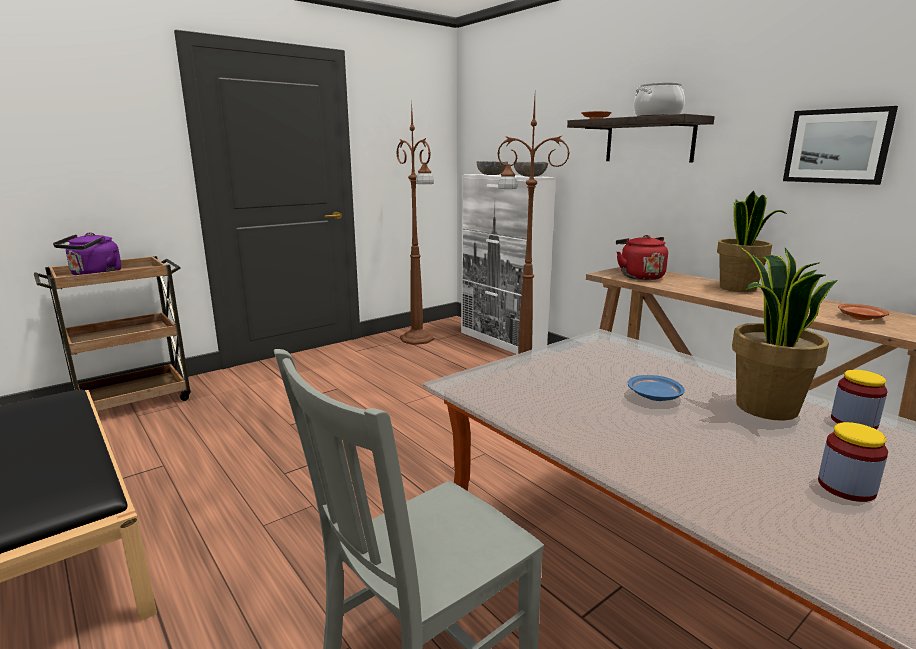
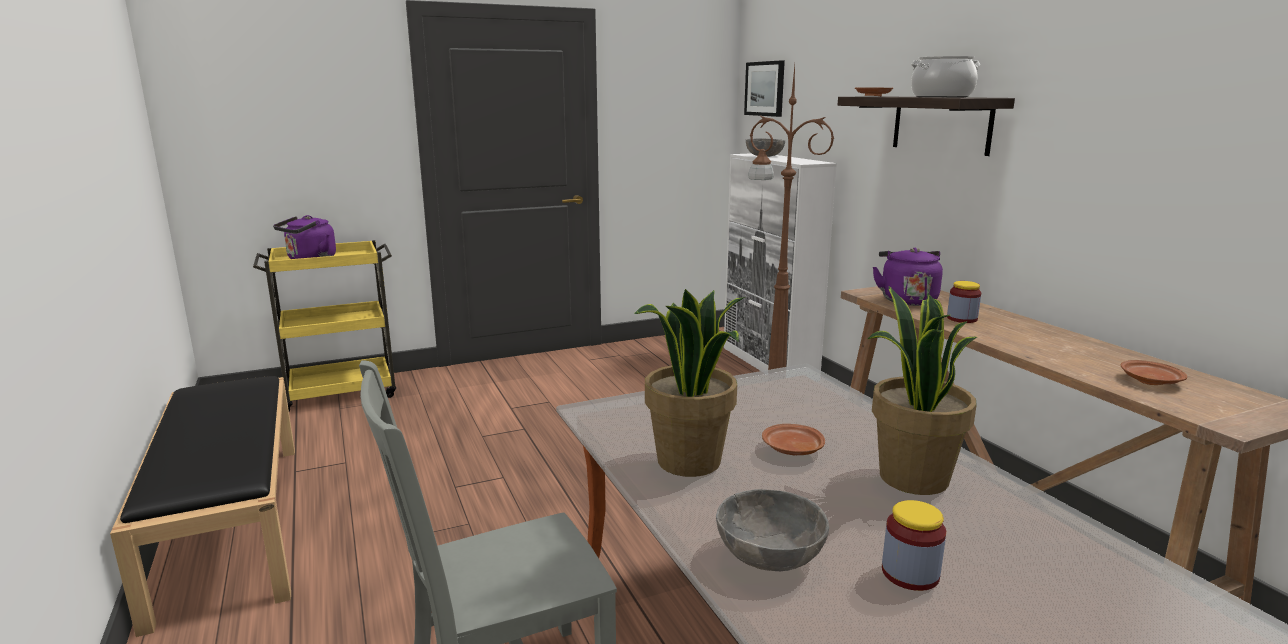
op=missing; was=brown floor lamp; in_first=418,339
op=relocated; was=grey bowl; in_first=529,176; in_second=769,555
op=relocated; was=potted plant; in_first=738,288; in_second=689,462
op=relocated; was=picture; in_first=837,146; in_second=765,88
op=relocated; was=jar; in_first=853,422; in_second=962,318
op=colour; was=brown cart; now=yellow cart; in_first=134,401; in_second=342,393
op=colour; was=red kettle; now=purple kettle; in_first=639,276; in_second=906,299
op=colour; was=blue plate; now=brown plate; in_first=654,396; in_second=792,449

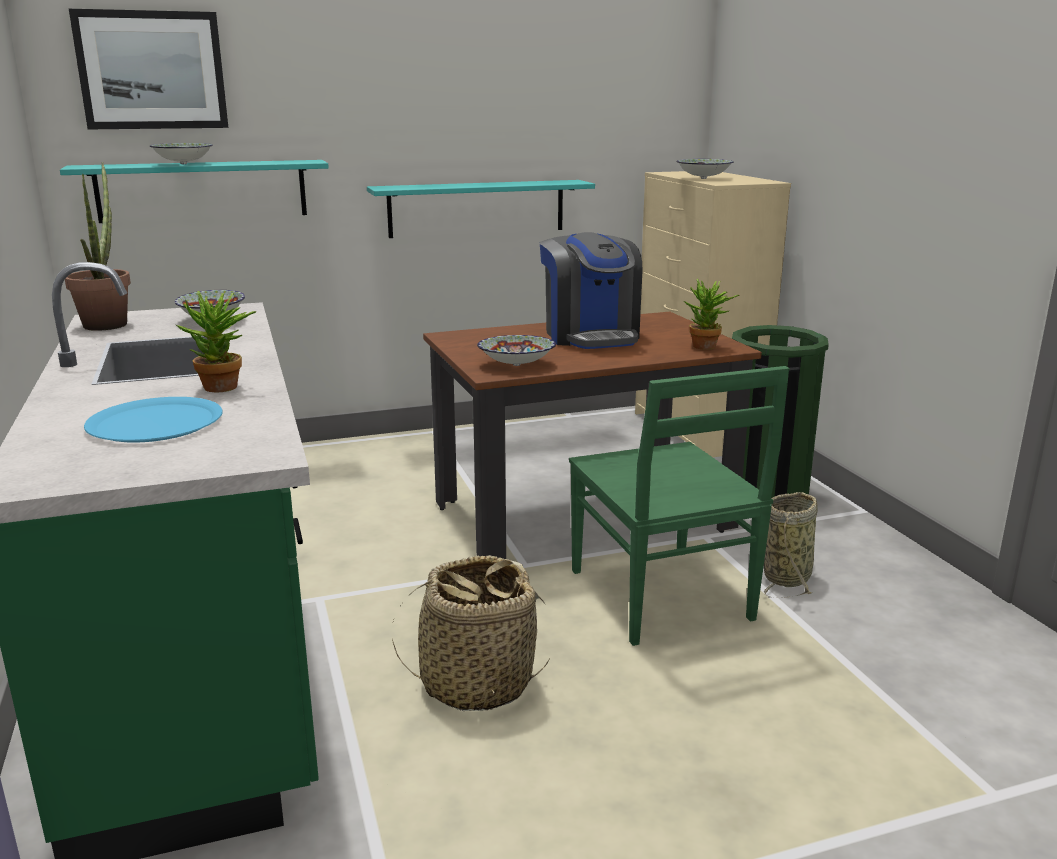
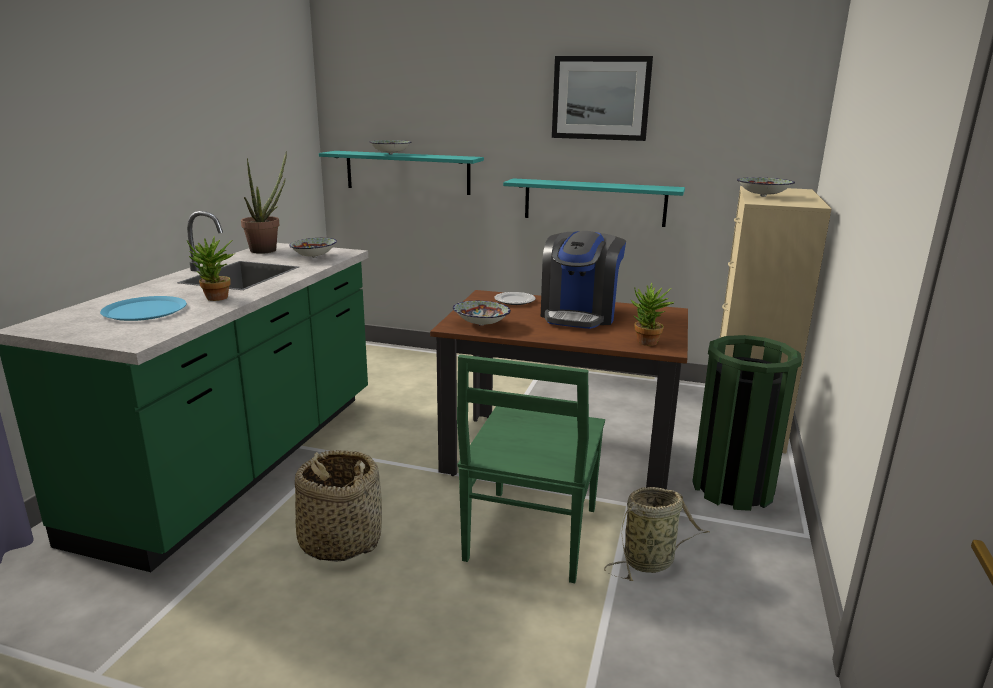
op=appeared; now=plate; in_second=514,300
op=relocated; was=picture; in_first=152,70; in_second=600,98

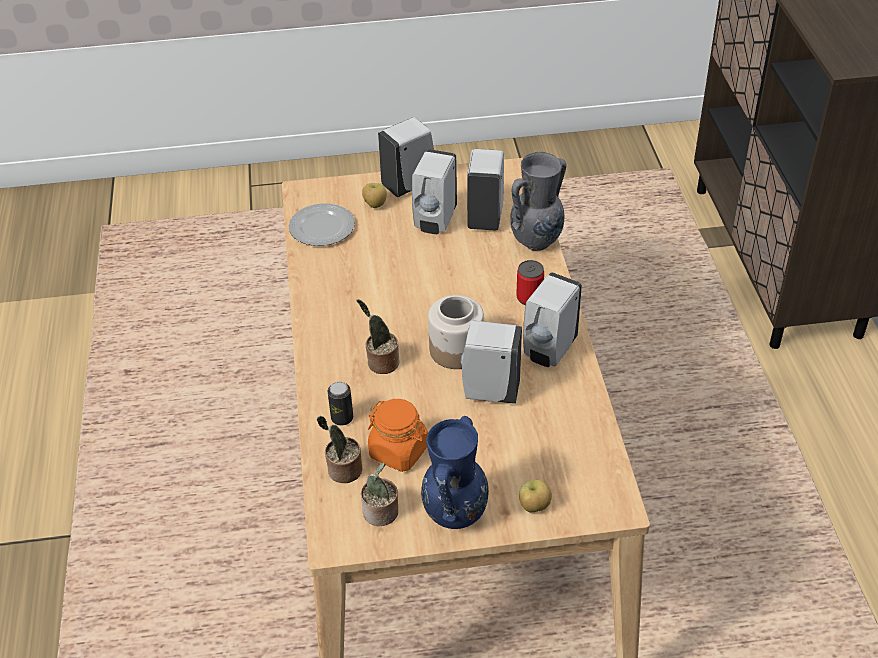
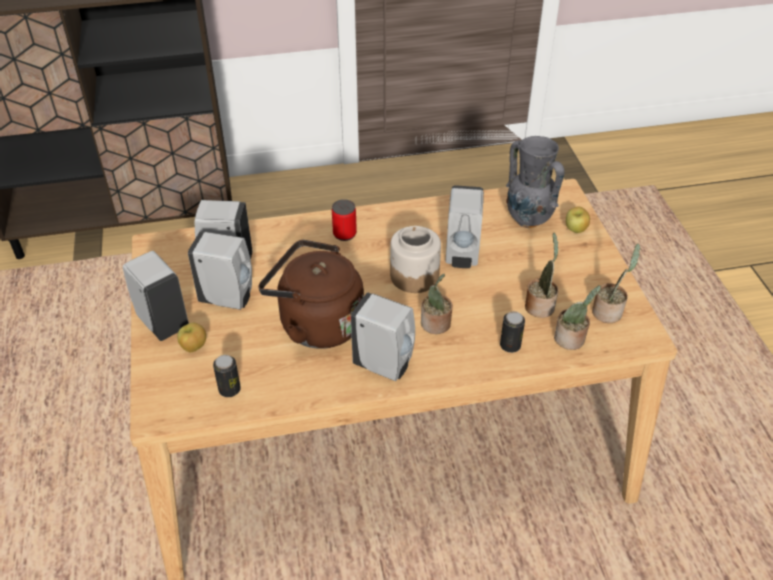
op=missing; was=blue vase; in_first=454,516
op=appeared; now=brown kettle; in_second=316,324
op=relocated; was=grey vase; in_first=537,242; in_second=528,219
op=relocated; was=white soap dispenser; in_first=549,351; in_second=385,365
op=exchanged; was=plate; now=can; in_first=322,228; in_second=229,389
op=exchanged; was=orange jar; now=potted plant; in_first=399,451; in_second=540,305

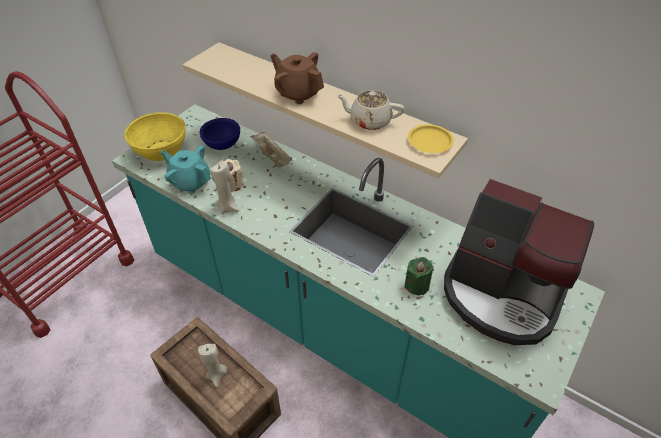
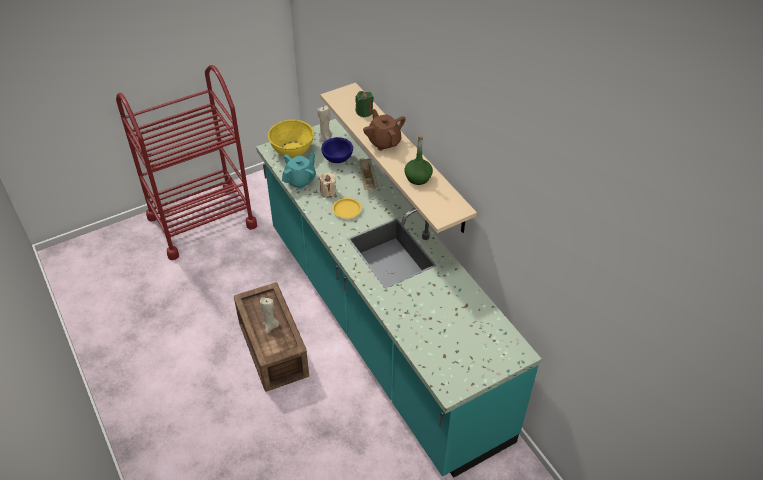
op=missing; was=coffee machine; in_first=502,294
op=relocated; was=beige candle; in_first=228,207; in_second=325,138
op=relocated; was=green candle; in_first=417,285; in_second=364,112
op=relocated; was=yellow plate; in_first=430,142; in_second=346,210
op=exchanged; was=beige teapot; now=green bottle; in_first=369,121; in_second=418,178
op=spun; was=turquoise teapot; in_first=190,182; in_second=300,180; clockwise=75

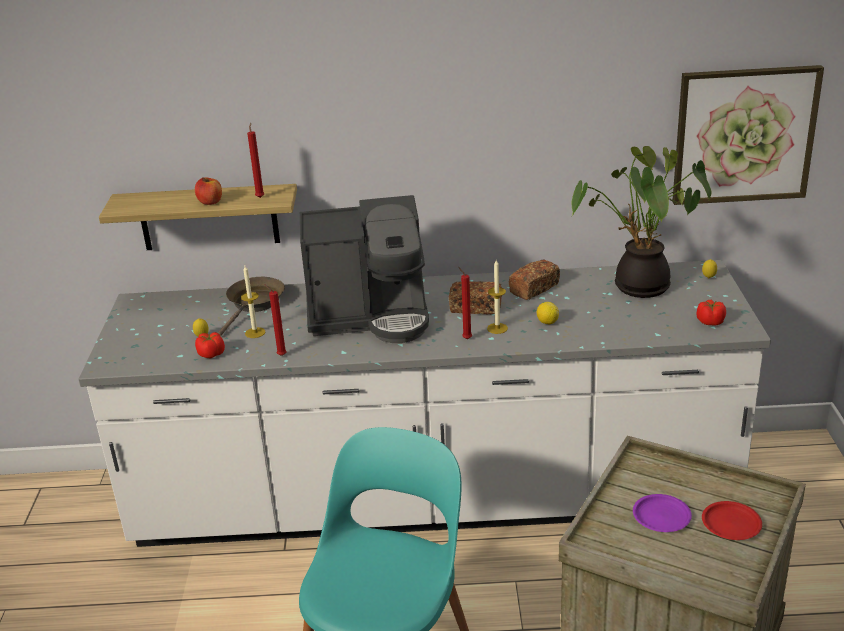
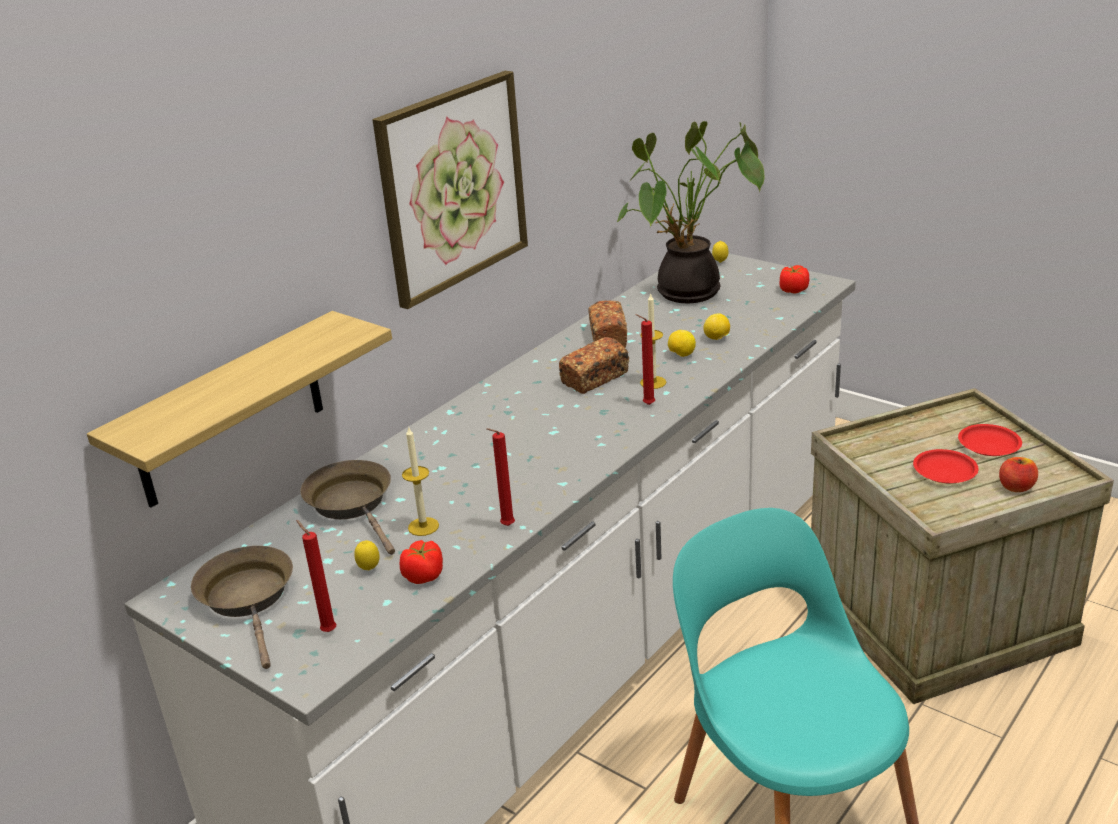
op=missing; was=coffee machine; in_first=371,316
op=appeared; now=brown frying pan; in_second=249,598
op=appeared; now=lemon; in_second=717,339
op=relocated; was=apple; in_first=210,202; in_second=1016,487
op=relocated; was=red candle; in_first=260,197; in_second=327,630
op=relocated; was=picture; in_first=744,135; in_second=452,187
op=colour; was=purple plate; now=red plate; in_first=661,517; in_second=944,471

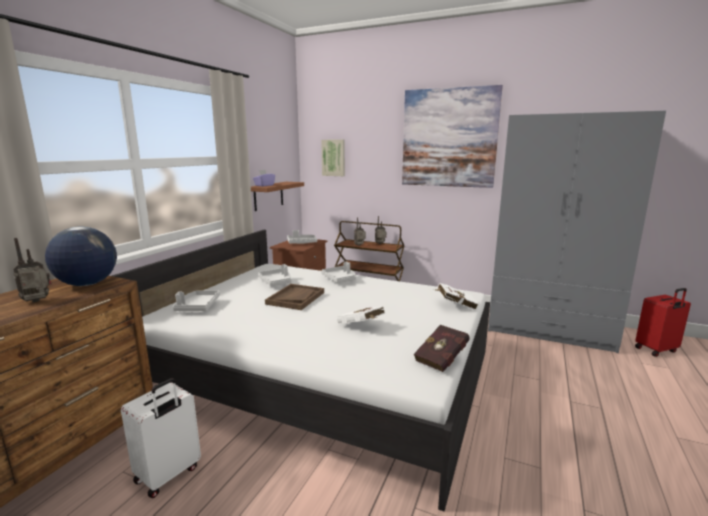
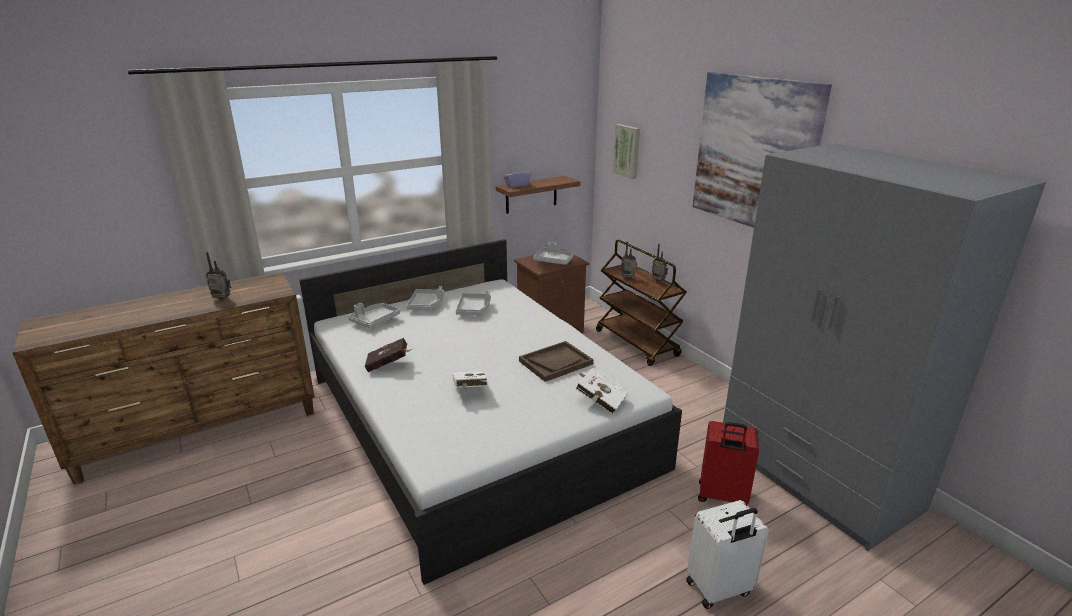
op=missing; was=globe; in_first=87,284
op=relocated; was=white suitcase; in_first=168,475; in_second=719,589
op=relocated; was=brown tray; in_first=295,298; in_second=555,362
op=relocated; was=grey tray; in_first=340,279; in_second=426,305
op=relocated; was=red book; in_first=443,359; in_second=389,365
op=relocated; was=red suitcase; in_first=656,350; in_second=722,497

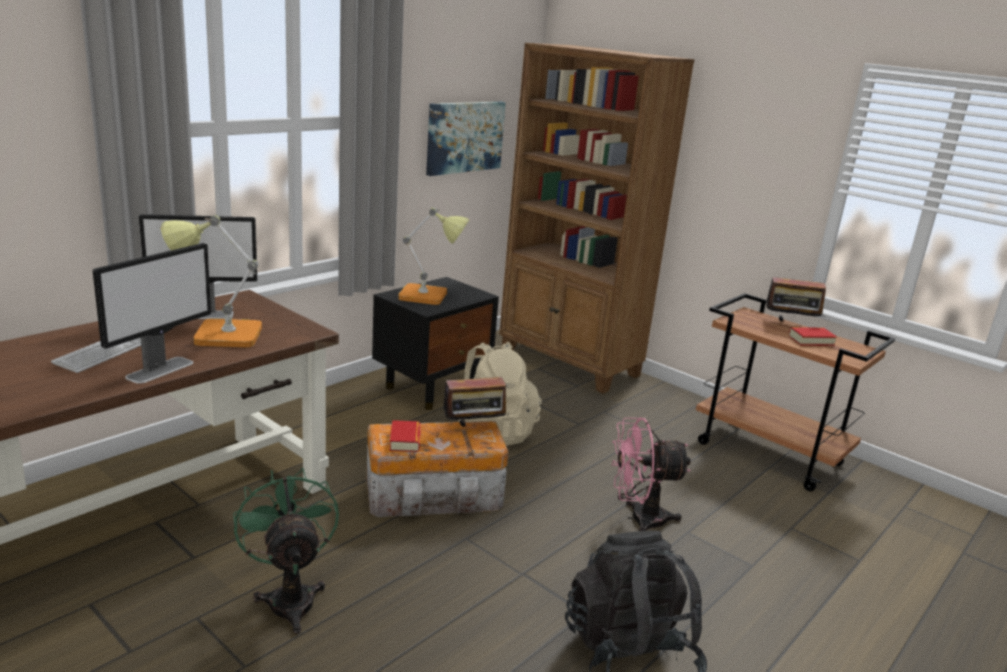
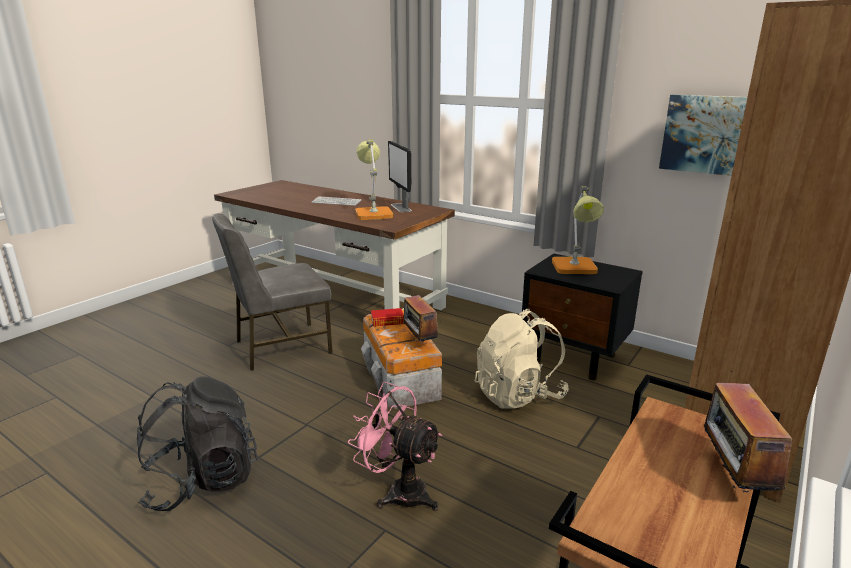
op=missing; was=monitor; in_first=160,369
op=missing; was=book; in_first=811,340
op=exchanged; was=green fan; now=grey chair; in_first=290,597; in_second=281,346
op=spun; was=pink fan; in_first=638,519; in_second=399,491; clockwise=-45

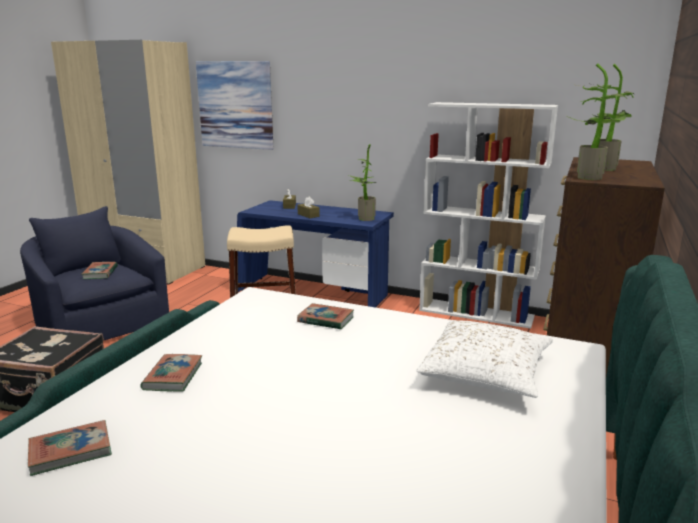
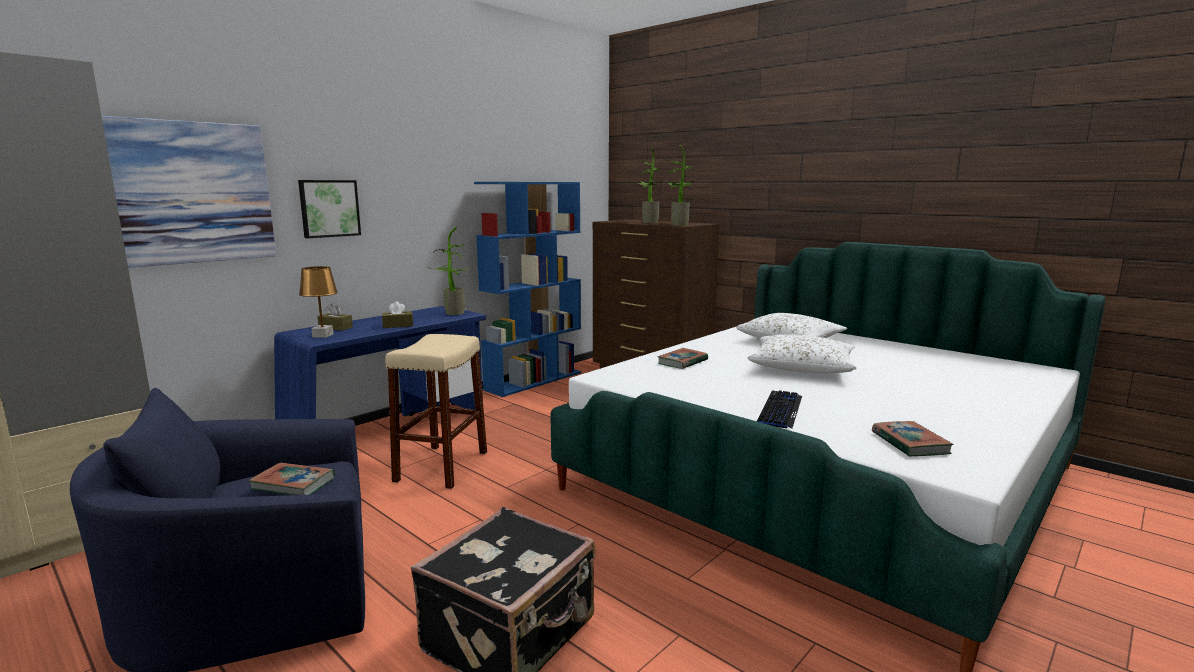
op=appeared; now=picture; in_second=329,208
op=appeared; now=brown table lamp; in_second=322,335
op=appeared; now=white pillow; in_second=802,368
op=exchanged; was=book; now=keyboard; in_first=173,376; in_second=780,410
op=colour; was=white bookcase; now=blue bookcase; in_first=476,313; in_second=534,381

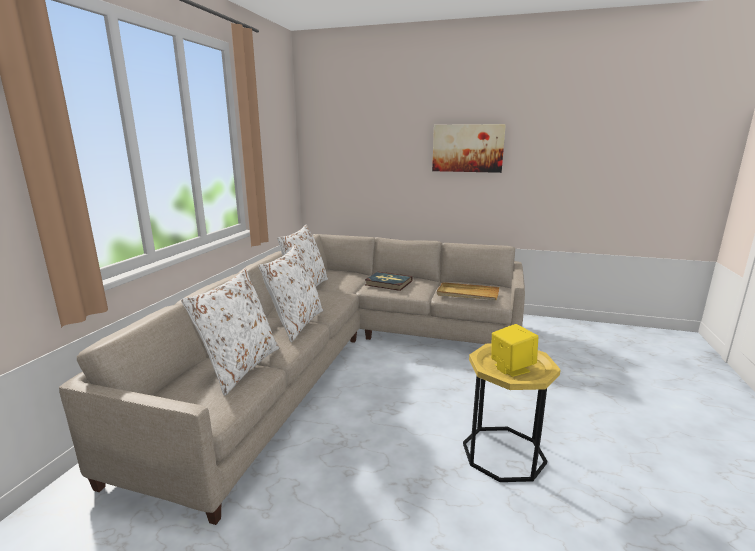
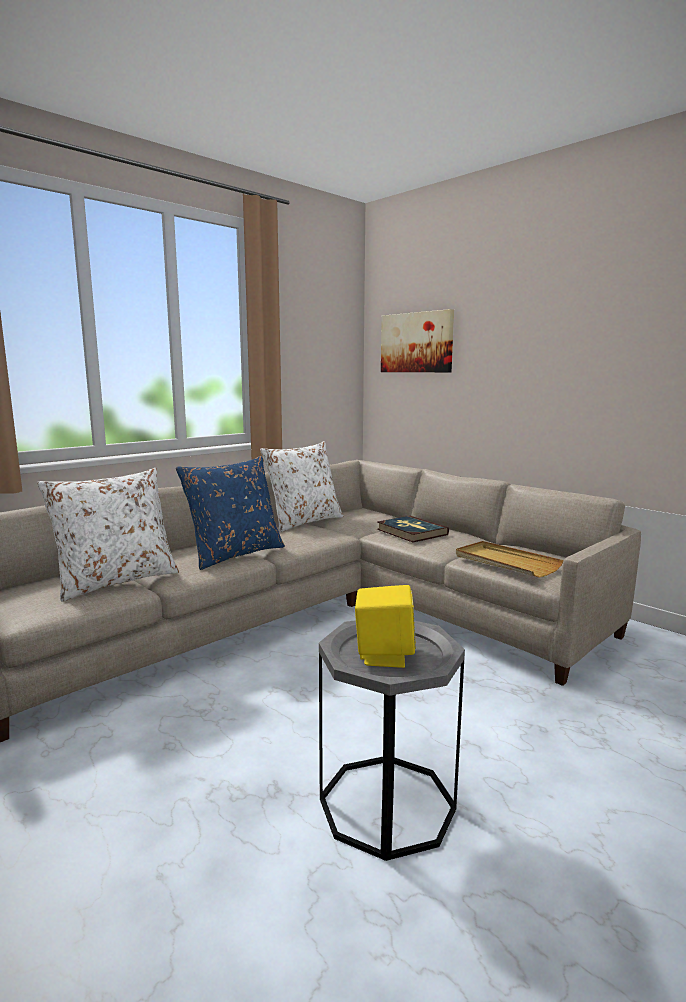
op=relocated; was=picture; in_first=467,148; in_second=416,342
op=colour; was=white pillow; now=blue pillow; in_first=296,324; in_second=235,554
op=colour; was=yellow side table; now=grey side table; in_first=503,453; in_second=387,804

